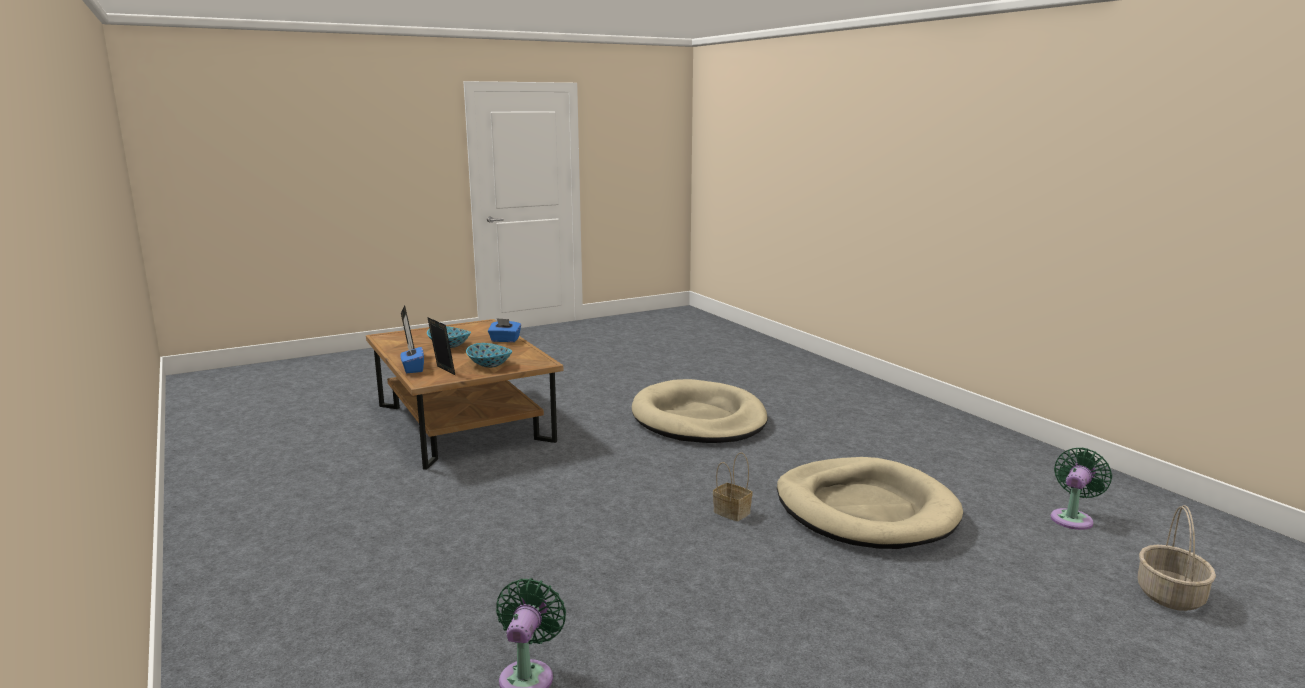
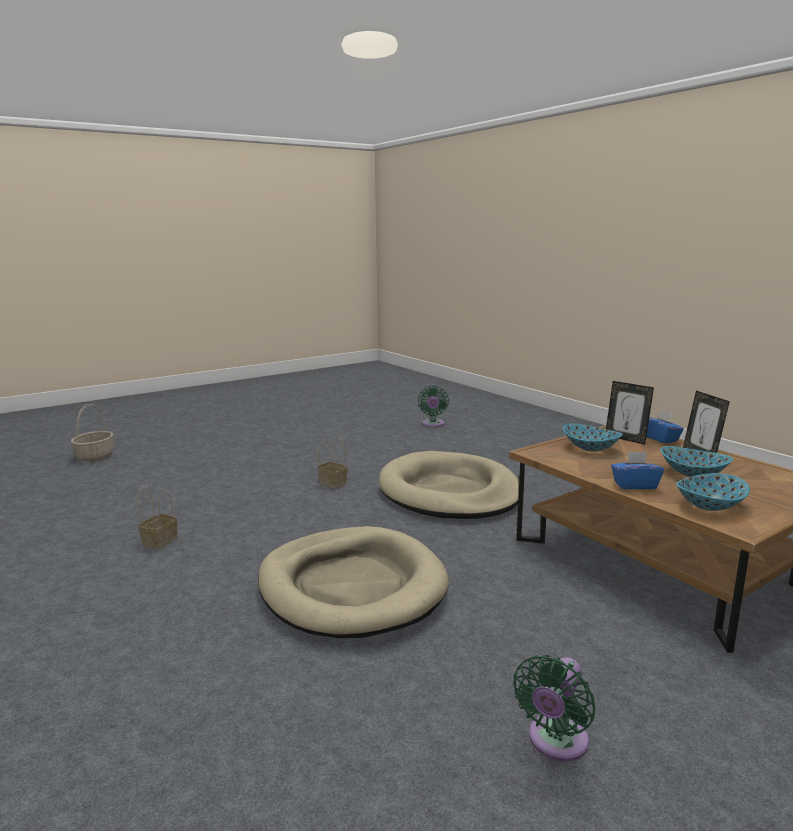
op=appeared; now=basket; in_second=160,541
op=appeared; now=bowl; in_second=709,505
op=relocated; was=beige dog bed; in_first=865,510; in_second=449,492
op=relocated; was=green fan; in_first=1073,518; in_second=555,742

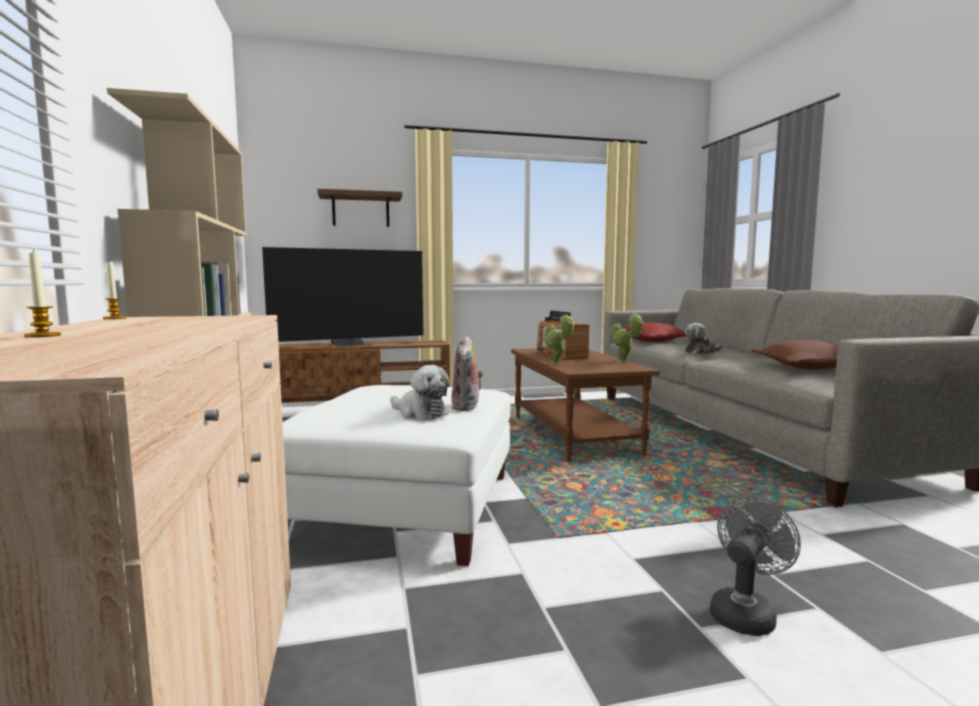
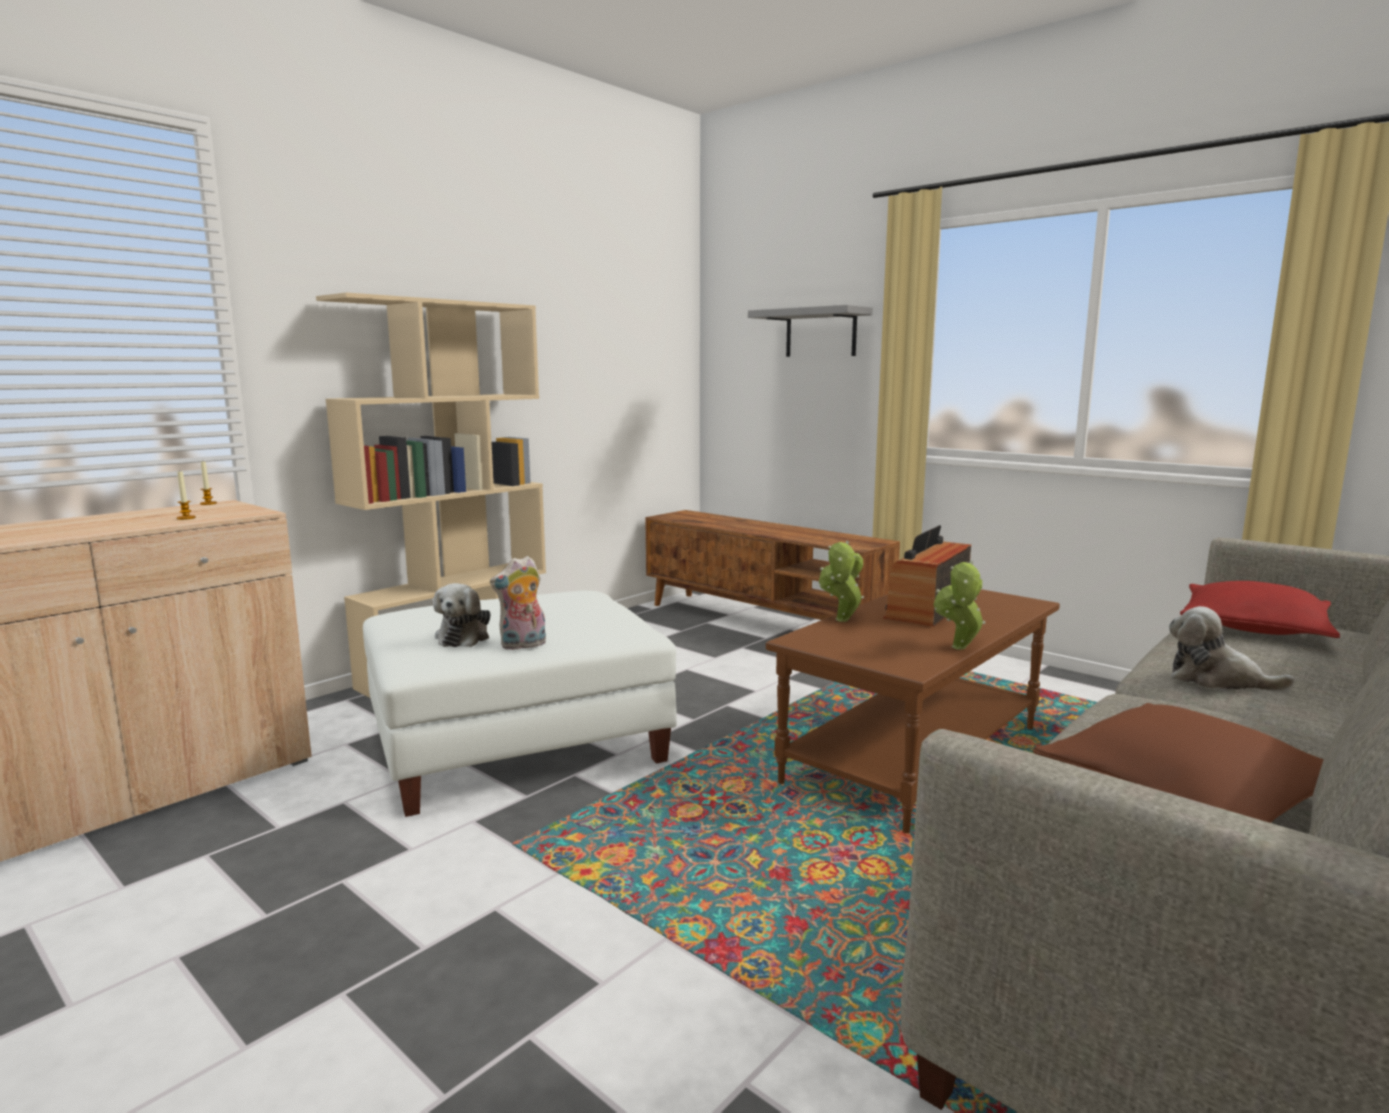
op=missing; was=television; in_first=349,344
op=missing; was=grey fan; in_first=745,613
op=relocated; was=candle; in_first=43,336; in_second=186,518
op=colour; was=brown shelf; now=grey shelf; in_first=361,210; in_second=821,333

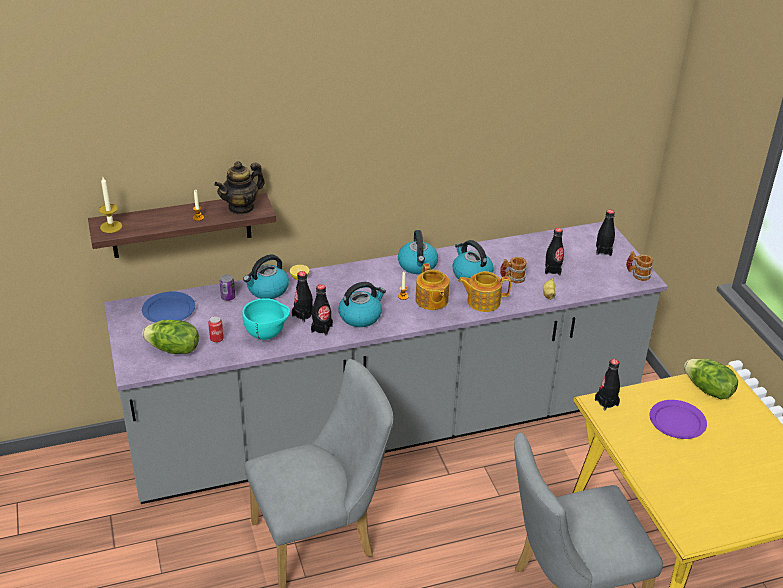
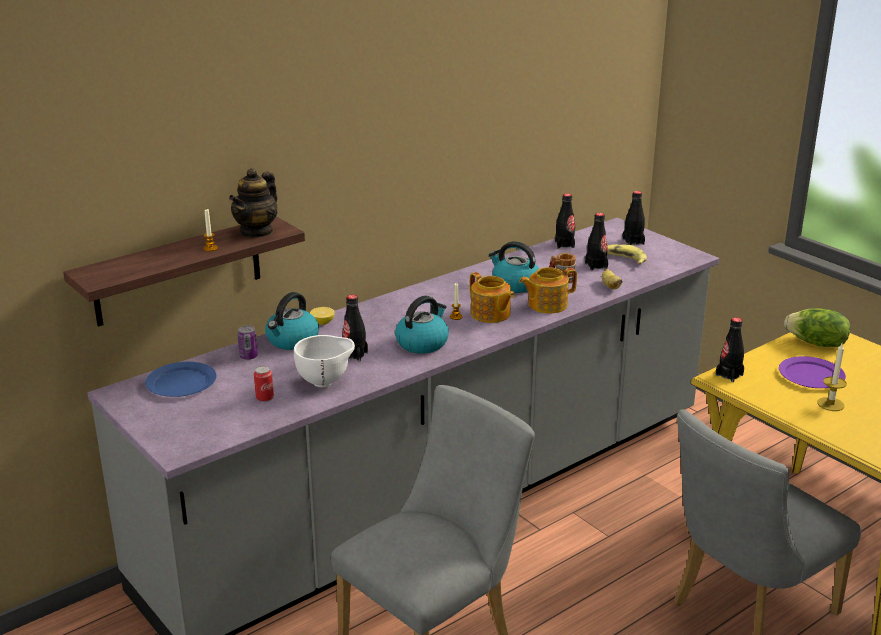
op=missing; was=lettuce; in_first=173,349
op=missing; was=kettle; in_first=417,265
op=missing; was=mug; in_first=637,274
op=appeared; now=banana; in_second=624,259
op=relocated; was=candle; in_first=111,227; in_second=830,404
op=relocated; was=black bottle; in_first=321,328; in_second=564,244
op=colour; was=turquoise bowl; now=white bowl; in_first=267,336; in_second=326,382

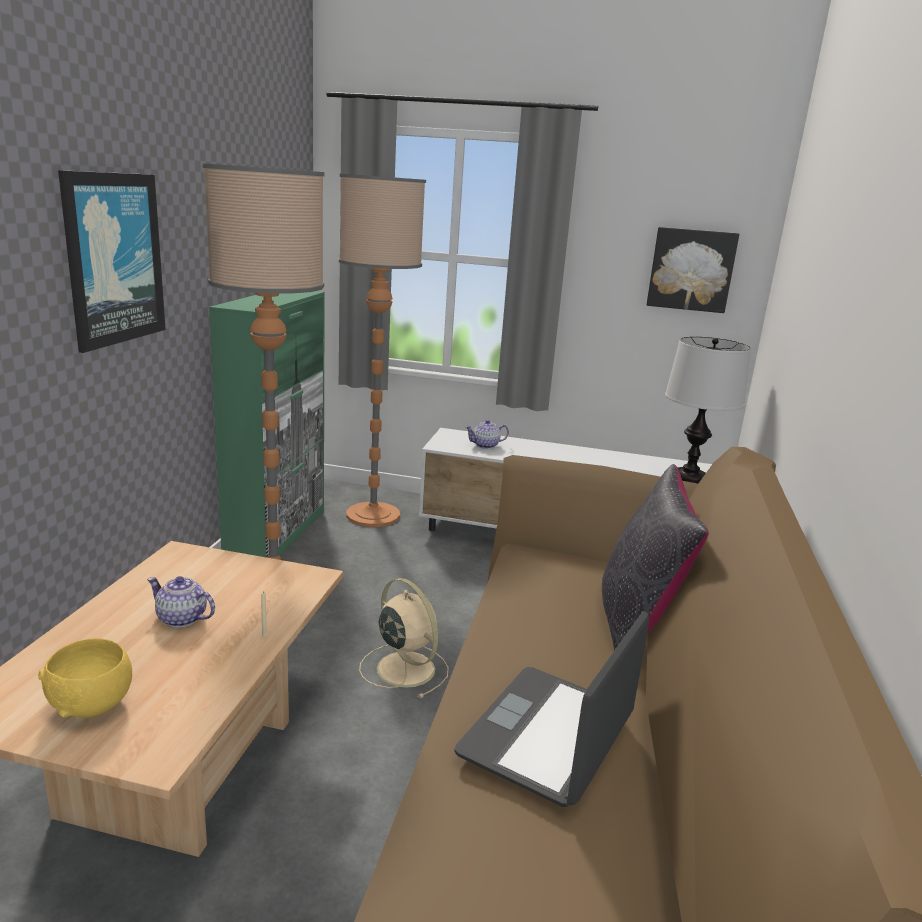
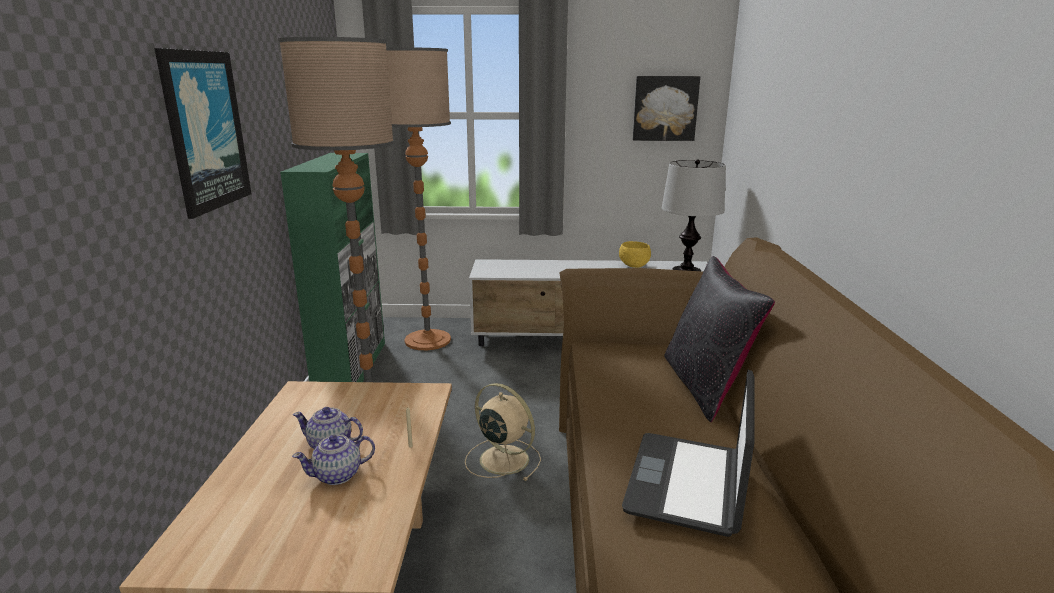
op=relocated; was=yellow bowl; in_first=93,705; in_second=634,265
op=relocated; was=teapot; in_first=486,445; in_second=338,475

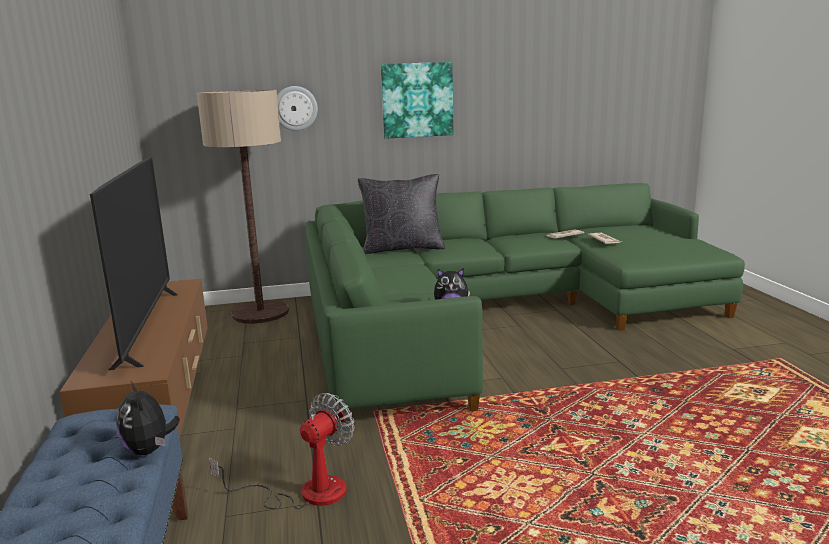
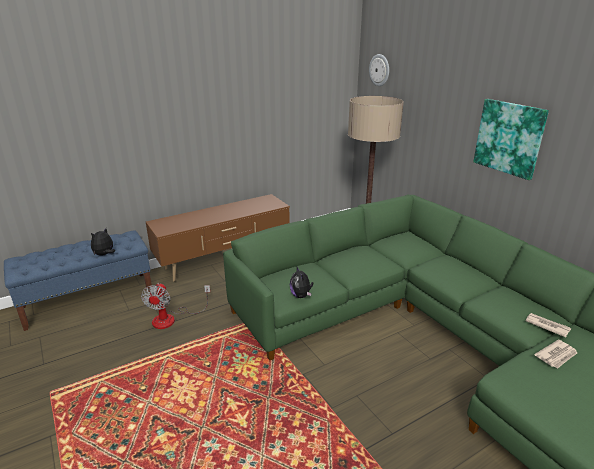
op=missing; was=television; in_first=148,327
op=missing; was=black pillow; in_first=402,248
op=relocated; was=wall clock; in_first=295,108; in_second=379,70
op=spun; was=fan; in_first=306,492; in_second=171,318; clockwise=75

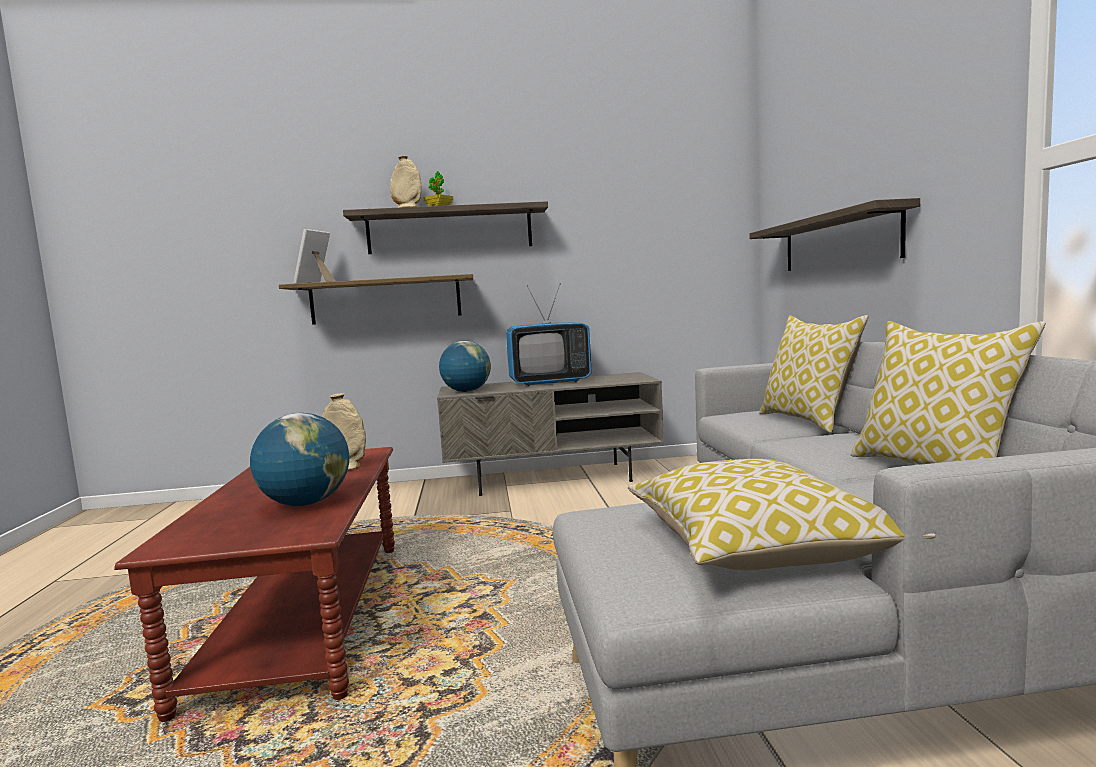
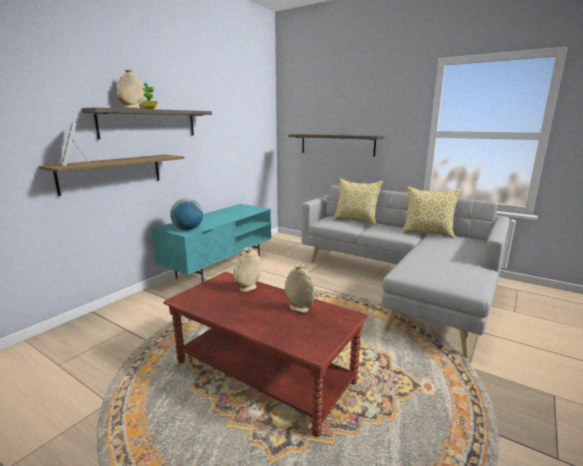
op=missing; was=television; in_first=550,382
op=missing; was=pillow; in_first=759,547
op=exchanged; was=globe; now=beige vase; in_first=306,503; in_second=299,309
op=colour; was=grey tv stand; now=turquoise tv stand; in_first=553,478; in_second=220,268

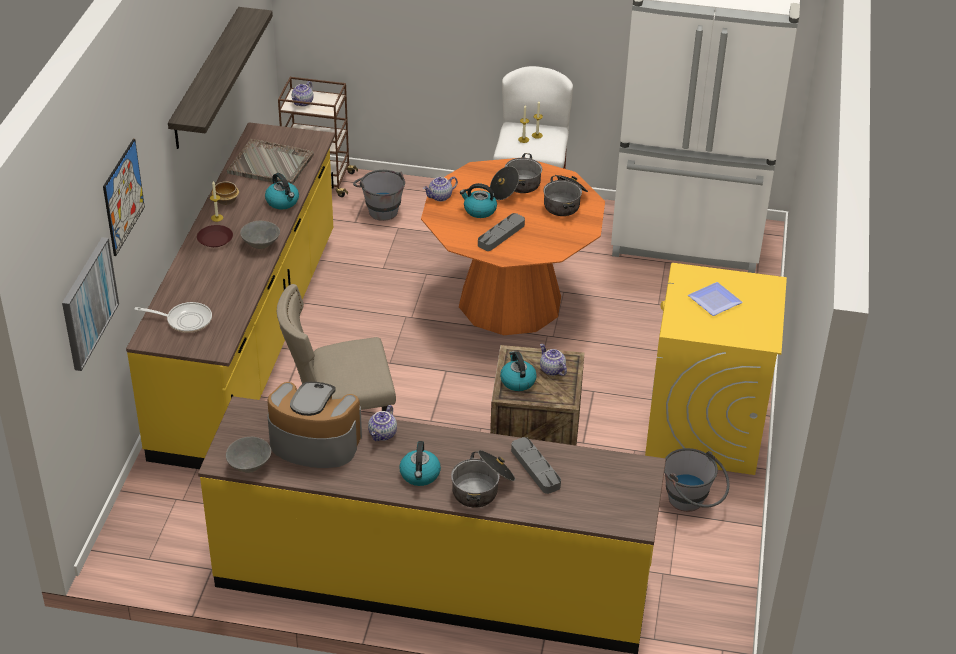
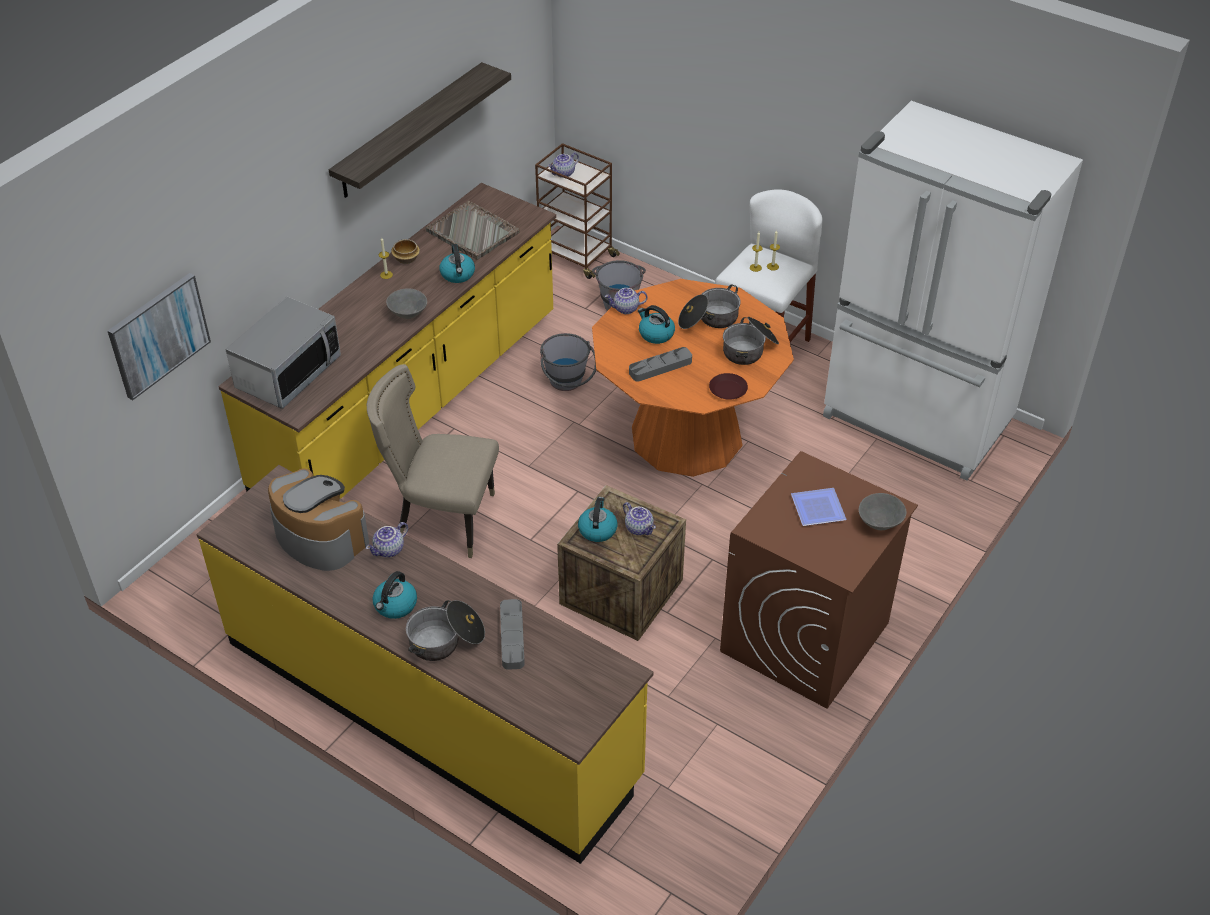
op=missing; was=picture; in_first=123,197
op=relocated; was=brown plate; in_first=215,239; in_second=728,390
op=relocated; was=grey bowl; in_first=249,466; in_second=879,523
op=relocated; was=grey bucket; in_first=691,503; in_second=568,385
op=exchanged; was=frying pan; now=microwave; in_first=185,320; in_second=288,373
op=colour; was=yellow washing machine; now=brown washing machine; in_first=705,428; in_second=805,638
op=spun; was=teapot; in_first=551,370; in_second=639,528; clockwise=150

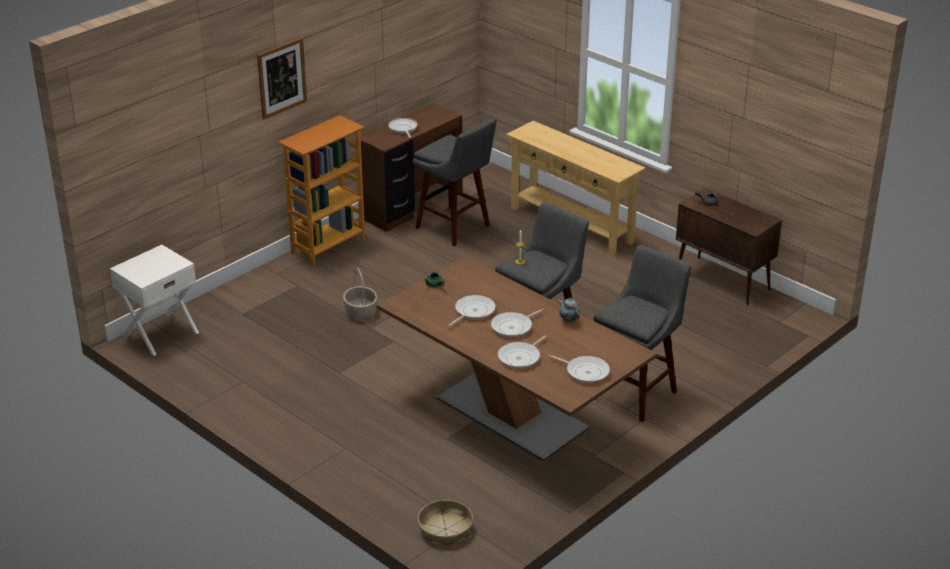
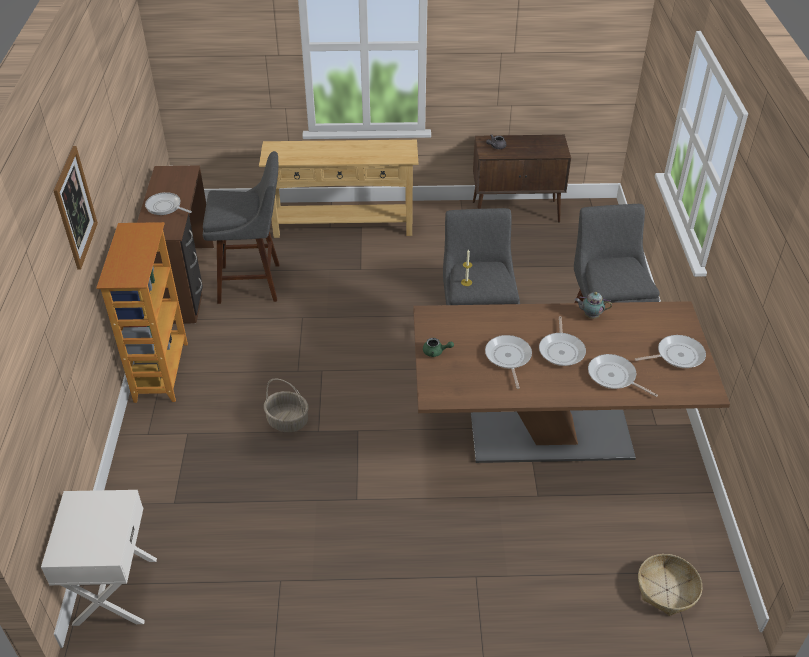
op=spun; was=frying pan; in_first=521,357; in_second=614,377; clockwise=135

